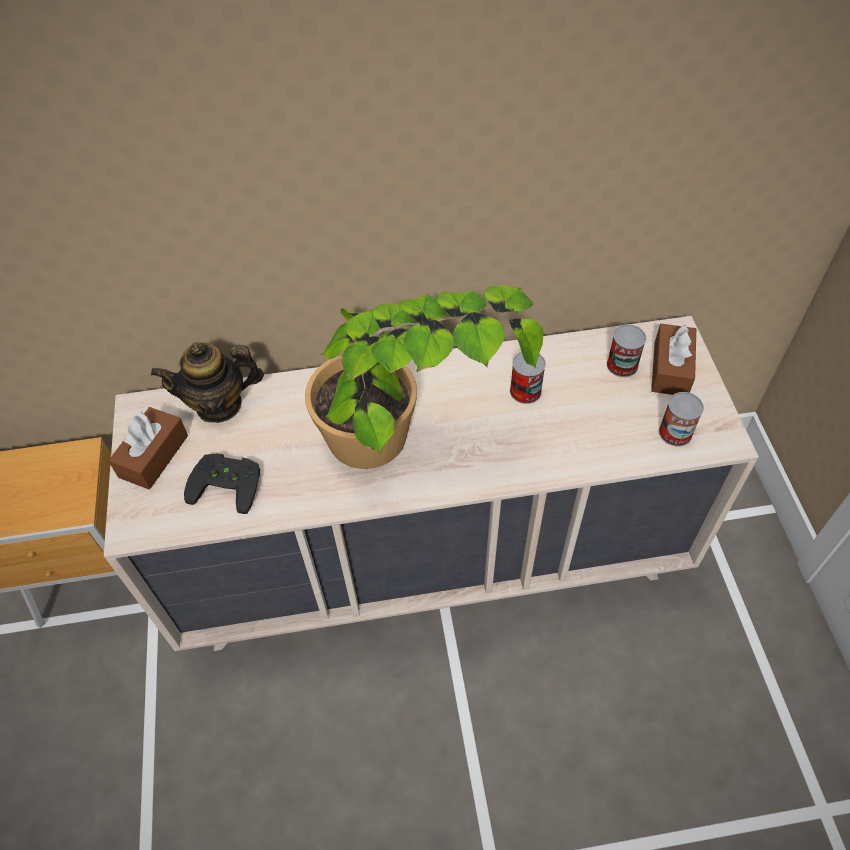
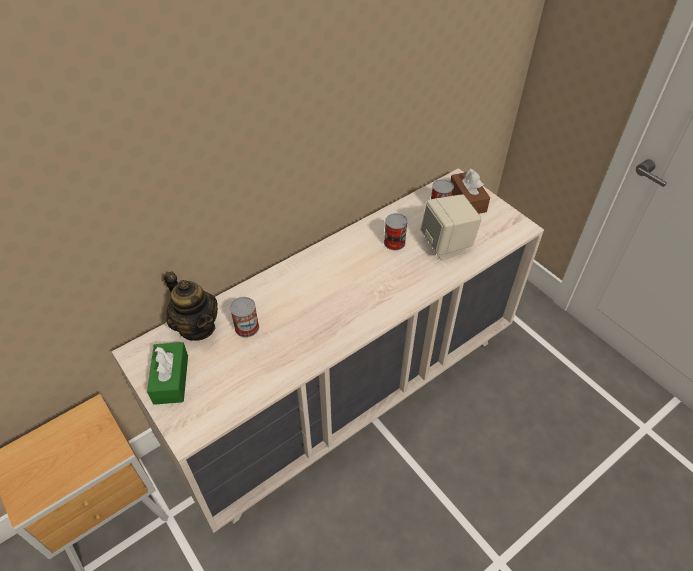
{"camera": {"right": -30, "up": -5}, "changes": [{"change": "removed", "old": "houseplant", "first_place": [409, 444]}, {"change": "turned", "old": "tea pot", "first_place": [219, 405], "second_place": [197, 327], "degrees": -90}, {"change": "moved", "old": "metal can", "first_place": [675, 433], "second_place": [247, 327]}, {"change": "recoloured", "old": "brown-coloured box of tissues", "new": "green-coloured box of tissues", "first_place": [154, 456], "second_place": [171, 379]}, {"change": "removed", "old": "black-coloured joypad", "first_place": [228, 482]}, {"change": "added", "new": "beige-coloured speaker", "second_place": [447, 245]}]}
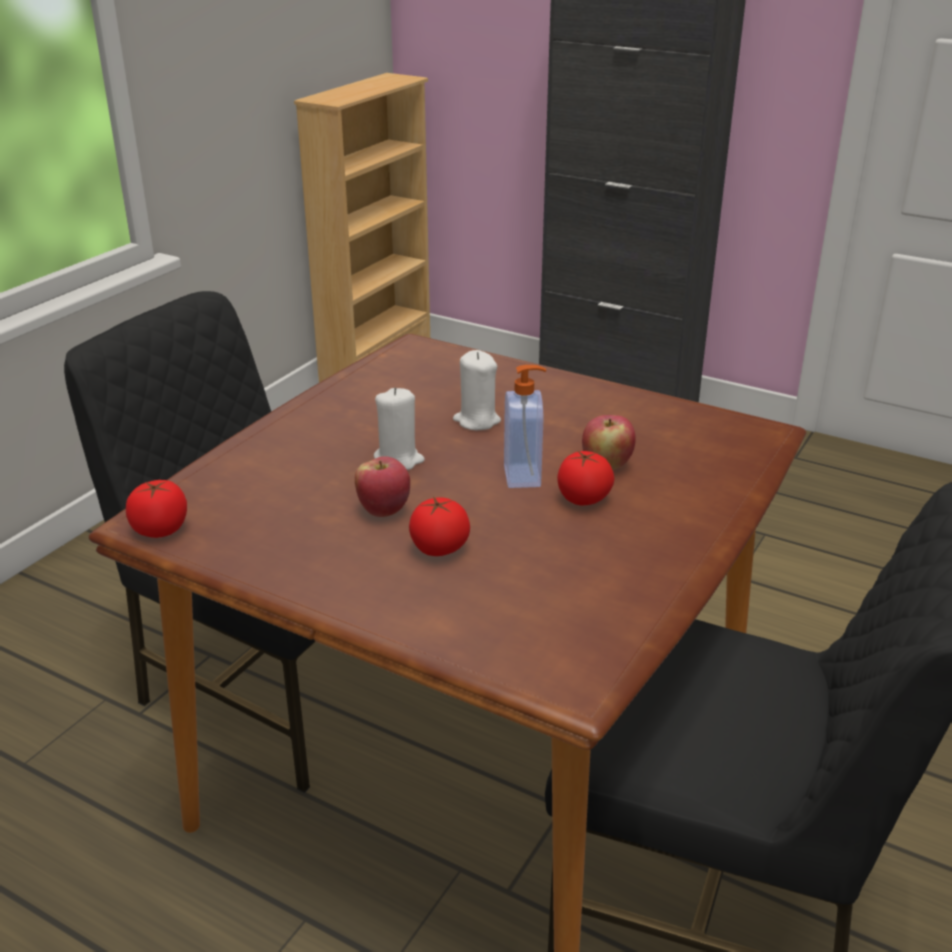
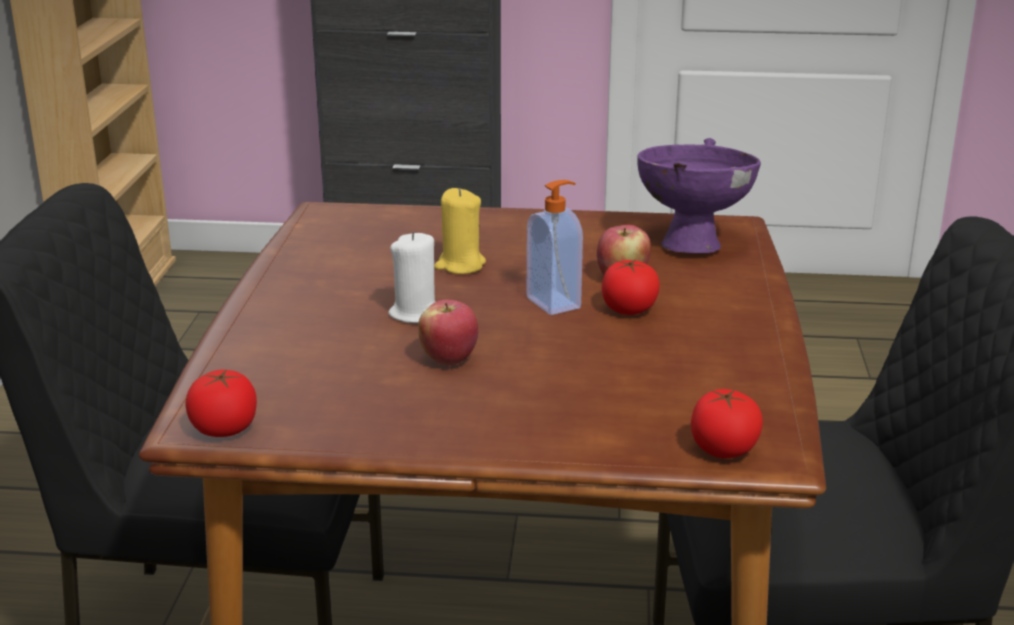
{"camera": {"right": -25, "up": -5}, "changes": [{"change": "recoloured", "old": "white-coloured wax candle", "new": "yellow wax candle", "first_place": [476, 421], "second_place": [460, 265]}, {"change": "moved", "old": "whole tomato", "first_place": [439, 548], "second_place": [724, 449]}, {"change": "added", "new": "purplish serving bowl", "second_place": [693, 242]}]}
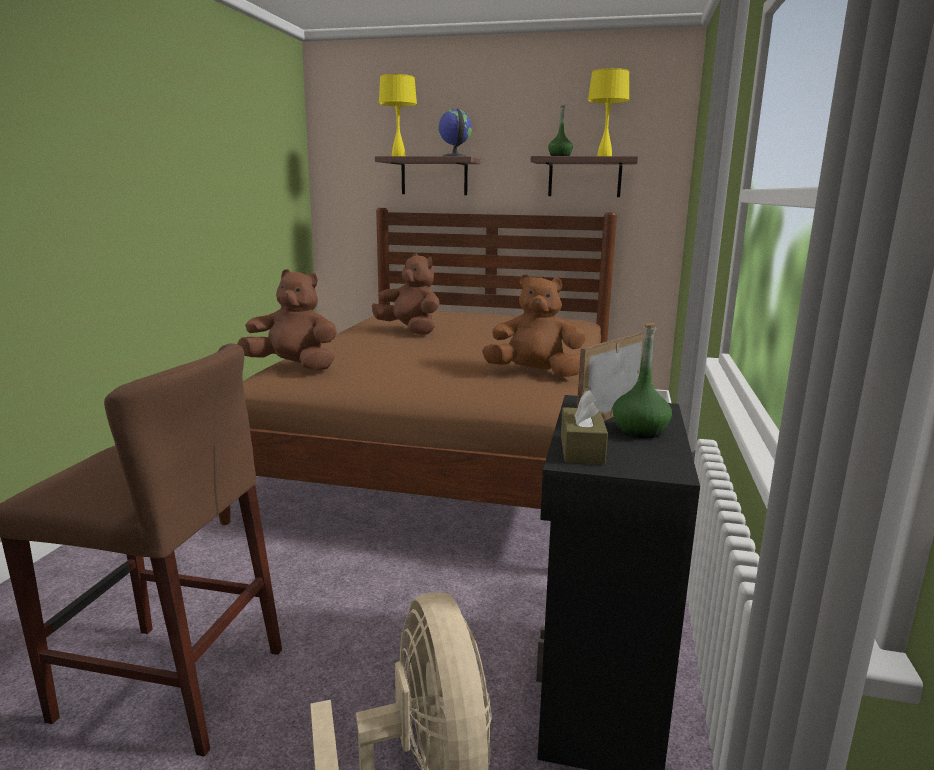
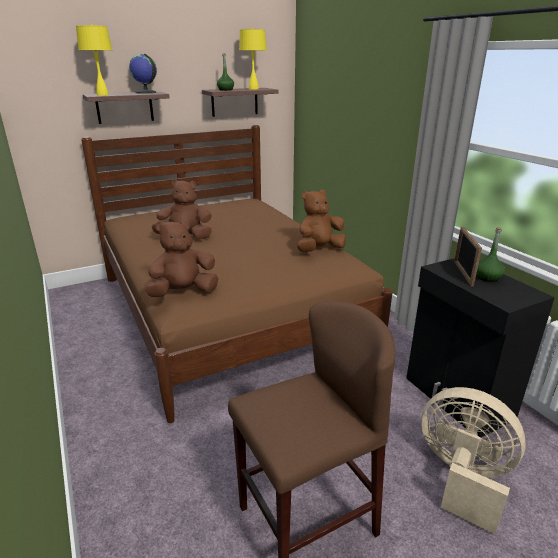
{"camera": {"right": -40, "up": 10}, "changes": [{"change": "removed", "old": "brown-coloured box of tissues", "first_place": [581, 449]}]}
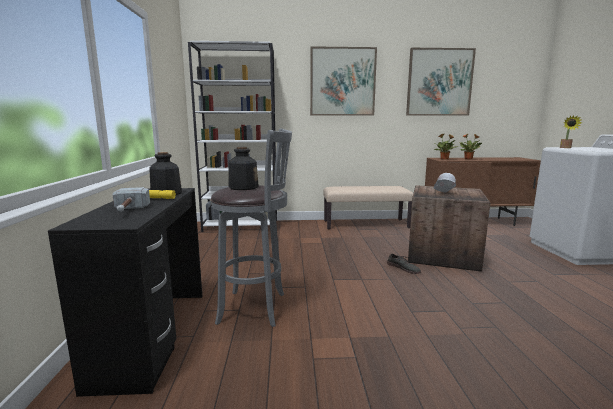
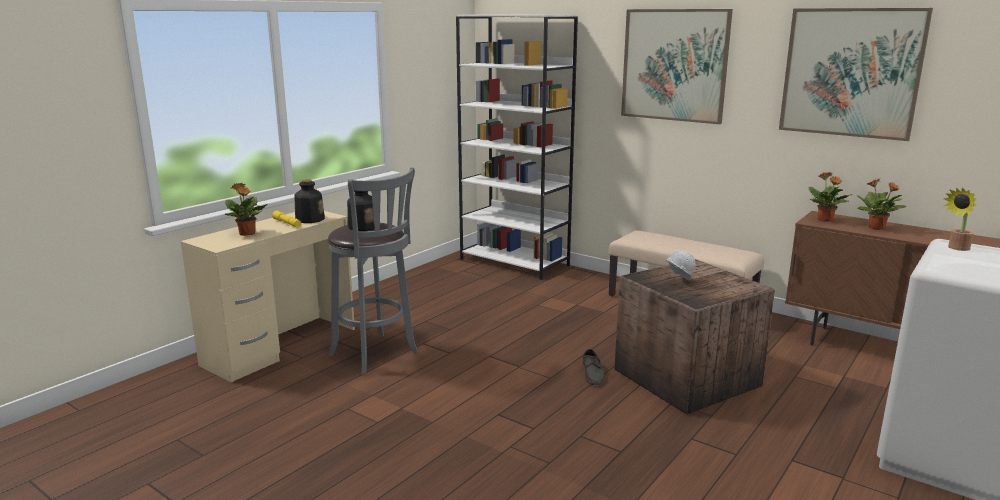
{"camera": {"right": 40, "up": 5}, "changes": [{"change": "replaced", "old": "hammer", "new": "houseplant", "first_place": [128, 210], "second_place": [247, 234]}, {"change": "recoloured", "old": "black-coloured desk", "new": "beige-coloured desk", "first_place": [152, 335], "second_place": [280, 346]}]}
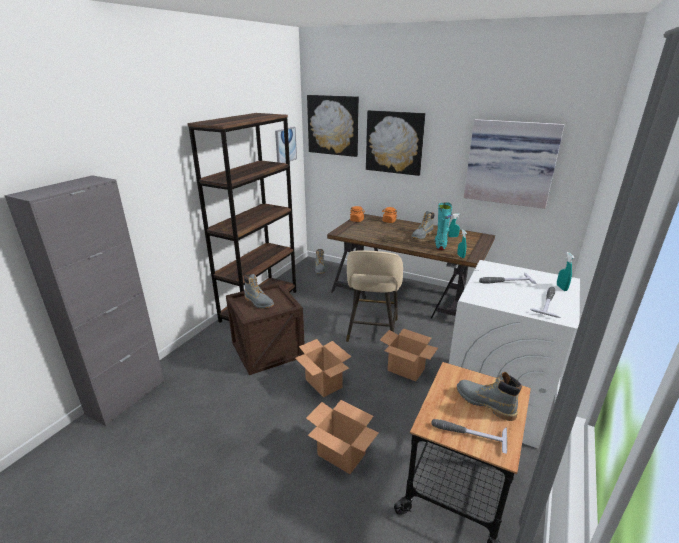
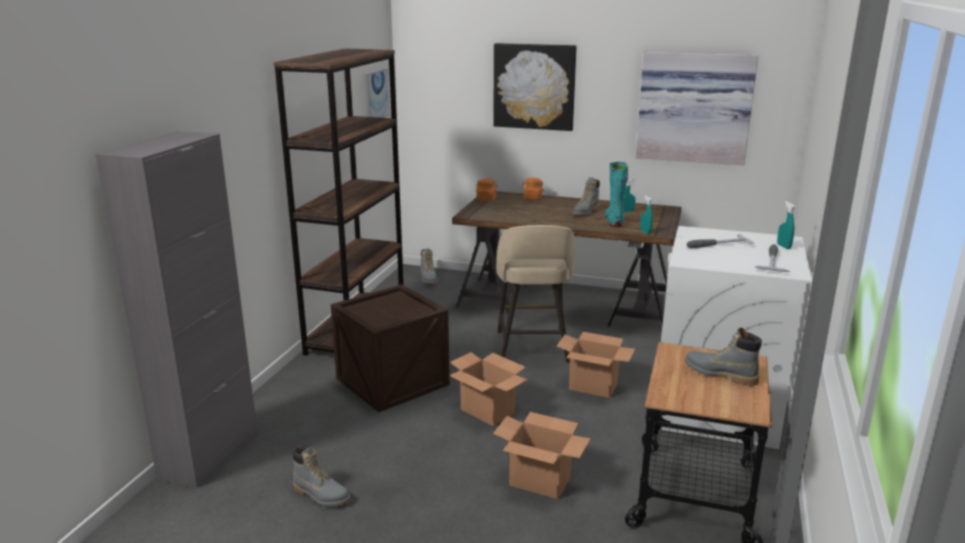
{"camera": {"right": -10, "up": -5}, "changes": [{"change": "removed", "old": "picture", "first_place": [333, 125]}, {"change": "moved", "old": "greyish high-top boot", "first_place": [259, 302], "second_place": [321, 495]}, {"change": "removed", "old": "hammer", "first_place": [467, 433]}]}
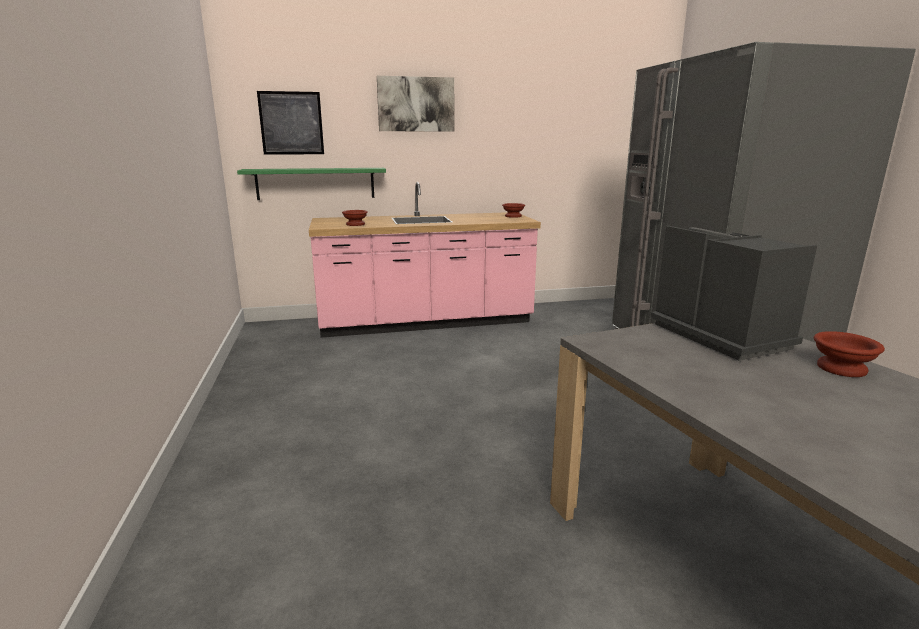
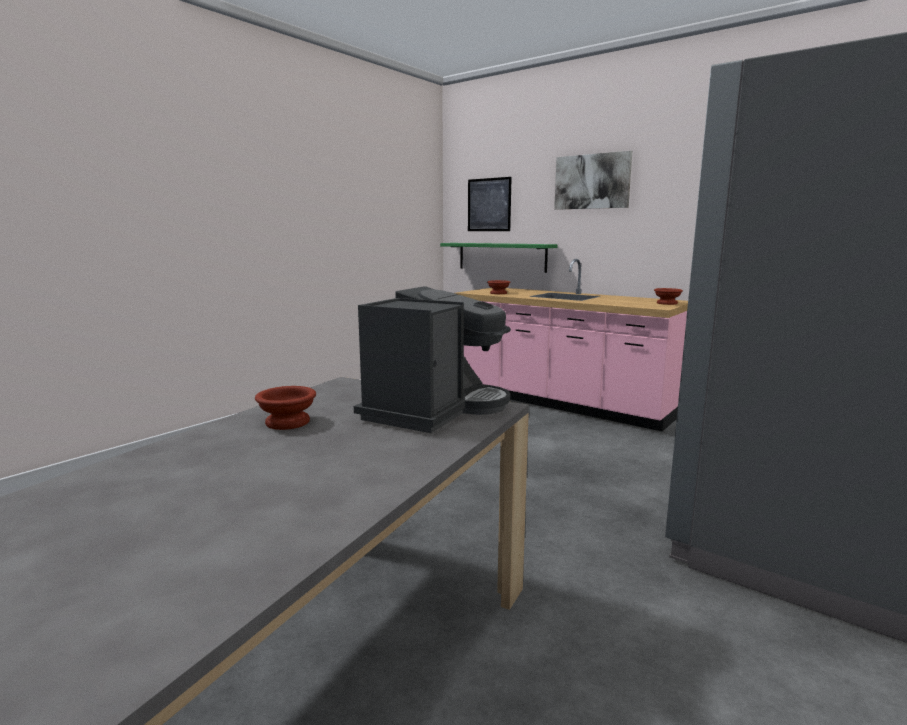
{"camera": {"right": 50, "up": -5}, "changes": [{"change": "moved", "old": "brown-coloured serving bowl", "first_place": [841, 368], "second_place": [289, 422]}]}
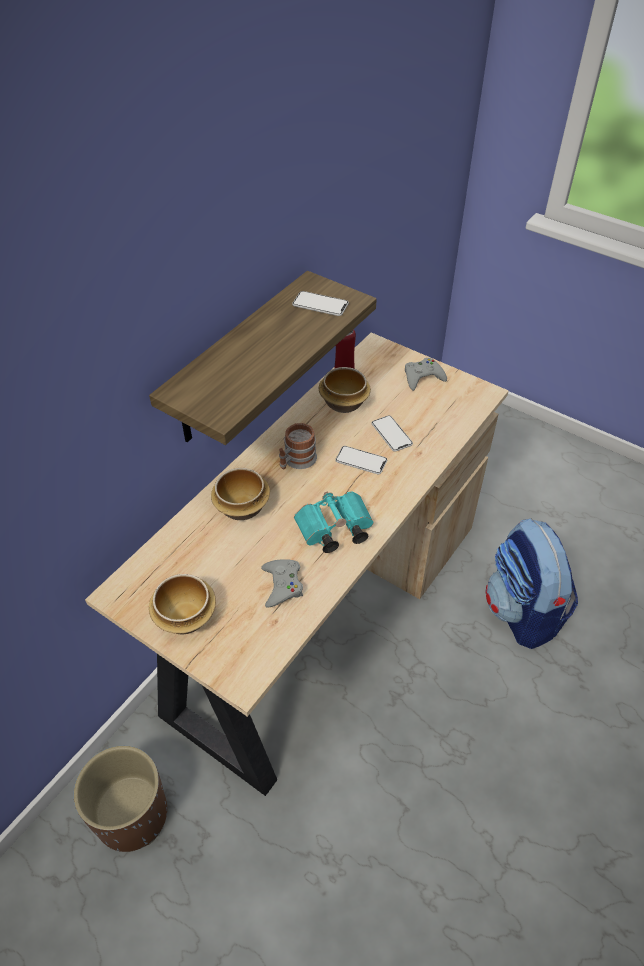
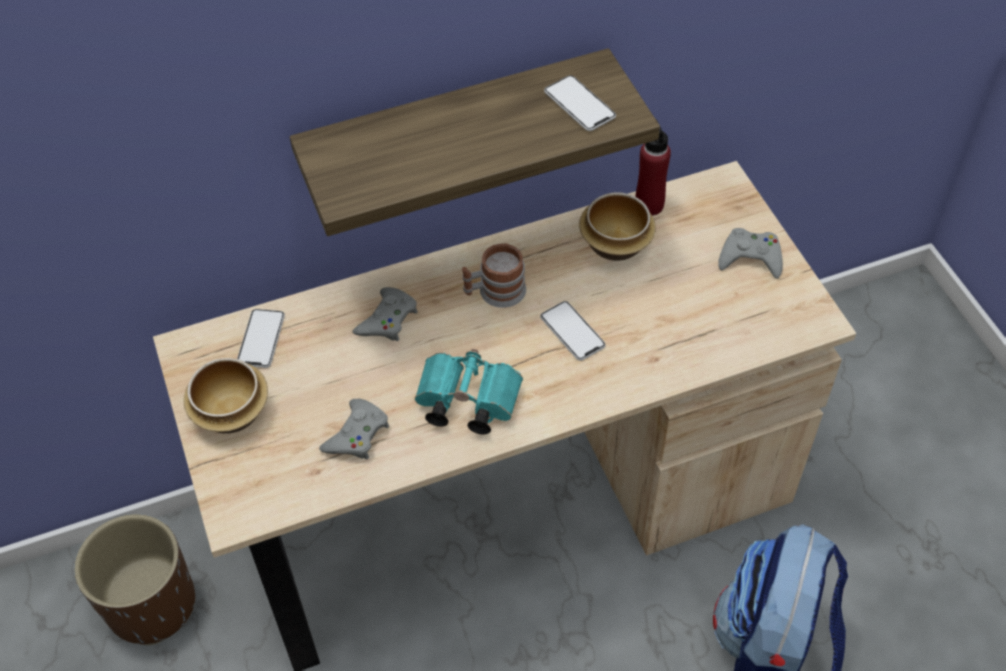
{"camera": {"right": 35, "up": 5}, "changes": [{"change": "moved", "old": "telephone", "first_place": [391, 434], "second_place": [261, 339]}, {"change": "replaced", "old": "serving bowl", "new": "greyish joypad", "first_place": [243, 508], "second_place": [388, 319]}]}
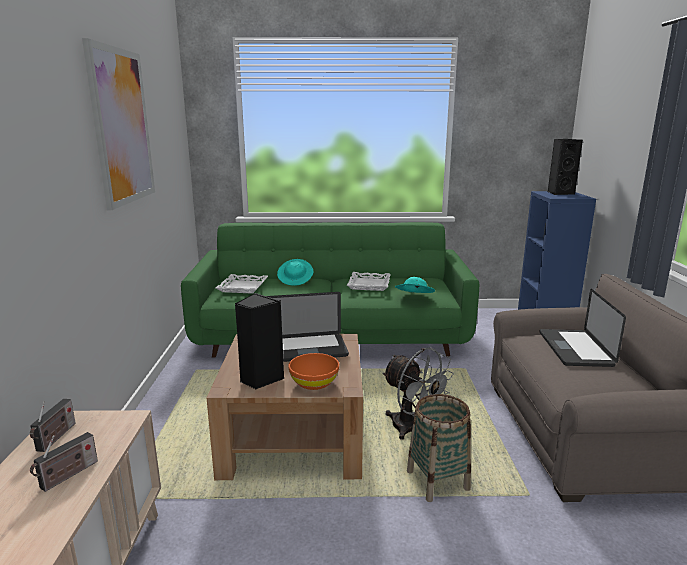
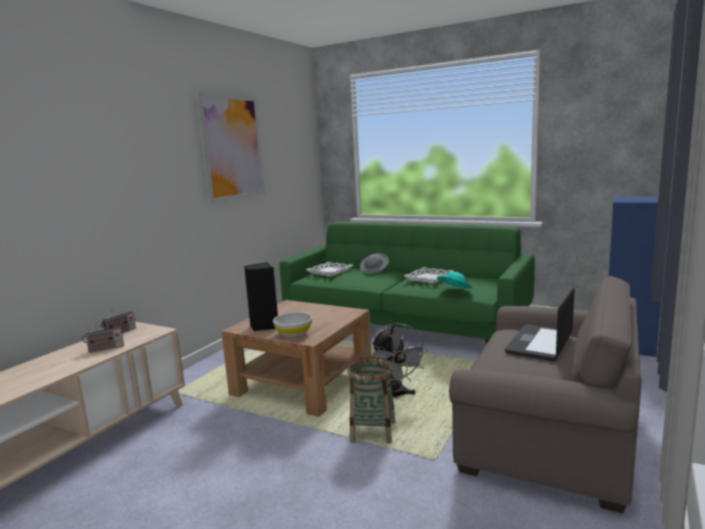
{"camera": {"right": 30, "up": -5}, "changes": [{"change": "removed", "old": "black-coloured speaker", "first_place": [559, 193]}, {"change": "recoloured", "old": "blue-green wearable hat", "new": "greyish wearable hat", "first_place": [296, 280], "second_place": [375, 270]}, {"change": "removed", "old": "notebook computer", "first_place": [306, 349]}, {"change": "recoloured", "old": "orange-coloured serving bowl", "new": "white-coloured serving bowl", "first_place": [314, 383], "second_place": [293, 333]}]}
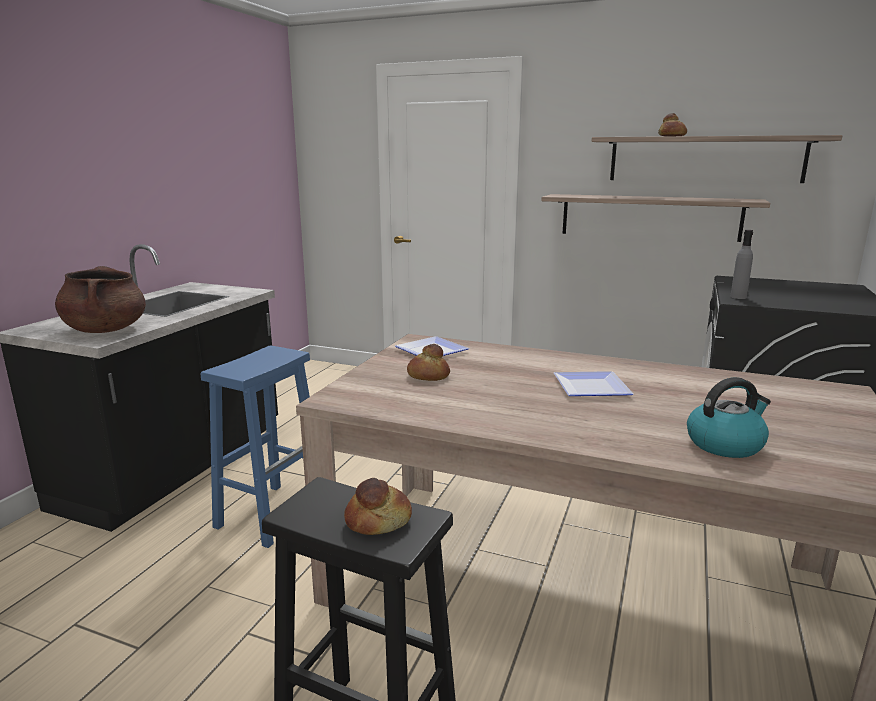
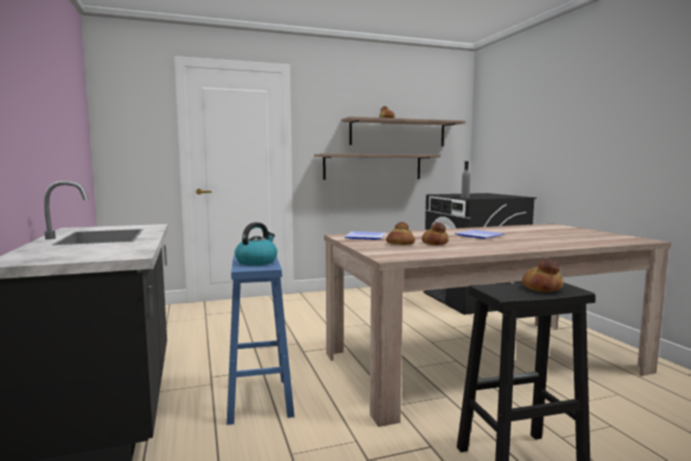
{"camera": {"right": -40, "up": -10}, "changes": [{"change": "removed", "old": "brown-coloured stockpot", "first_place": [106, 330]}, {"change": "moved", "old": "tea kettle", "first_place": [725, 444], "second_place": [257, 262]}, {"change": "added", "new": "baked bread", "second_place": [435, 243]}]}
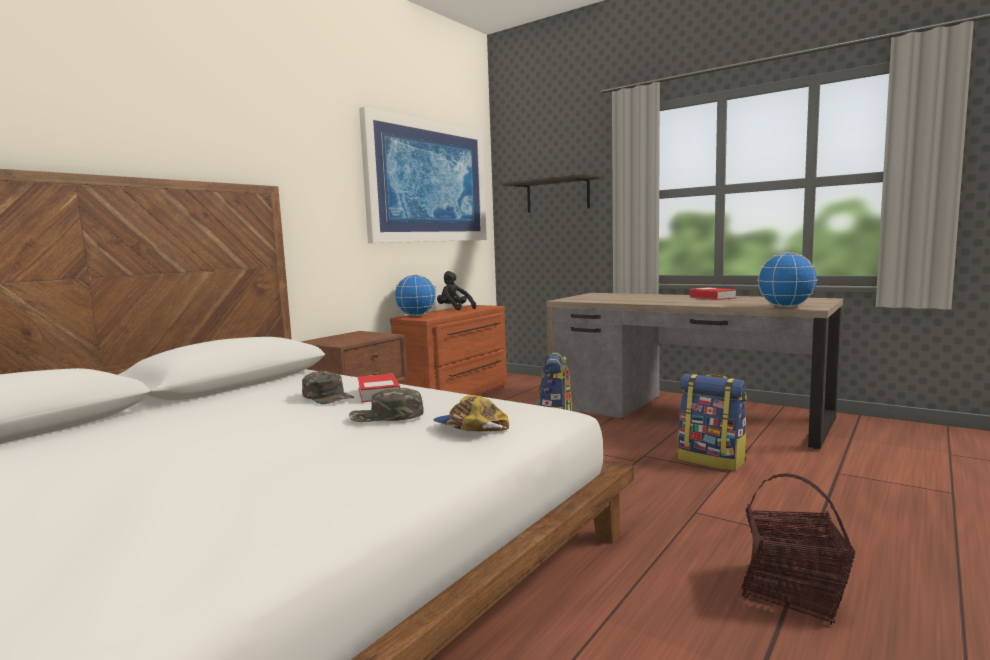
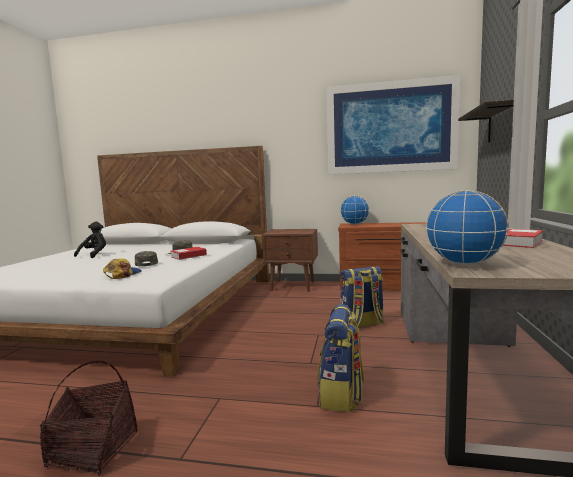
{"camera": {"right": 65, "up": 0}, "changes": [{"change": "moved", "old": "black-coloured soft toy", "first_place": [454, 309], "second_place": [94, 255]}]}
